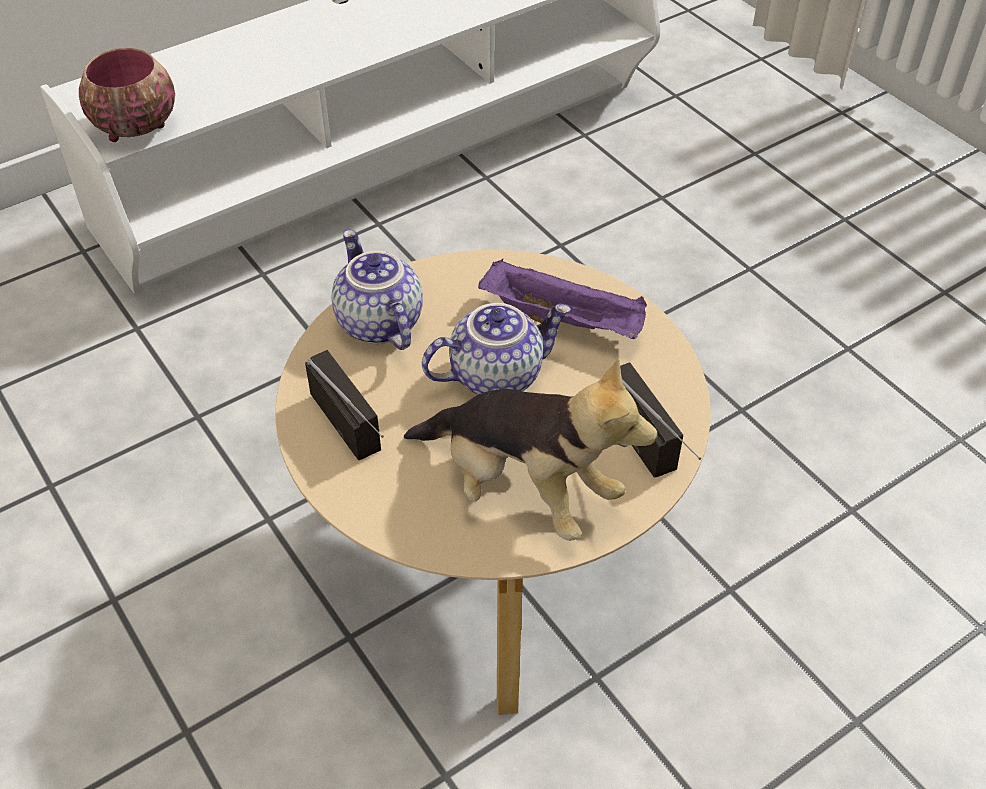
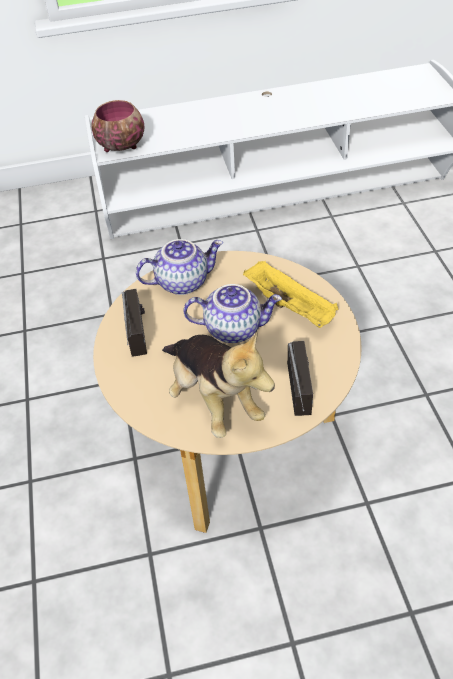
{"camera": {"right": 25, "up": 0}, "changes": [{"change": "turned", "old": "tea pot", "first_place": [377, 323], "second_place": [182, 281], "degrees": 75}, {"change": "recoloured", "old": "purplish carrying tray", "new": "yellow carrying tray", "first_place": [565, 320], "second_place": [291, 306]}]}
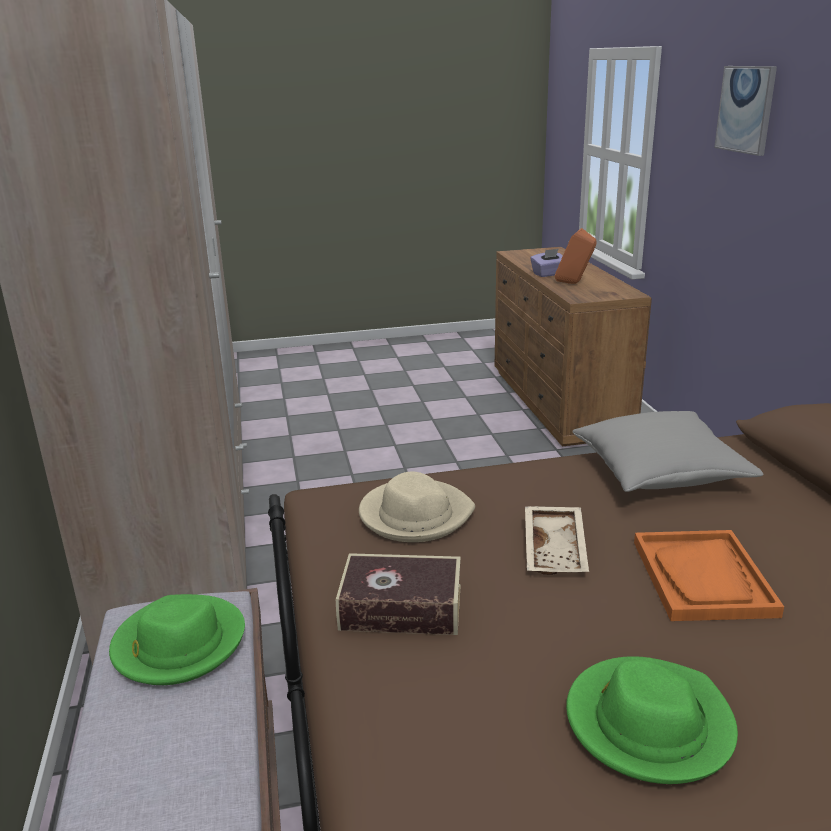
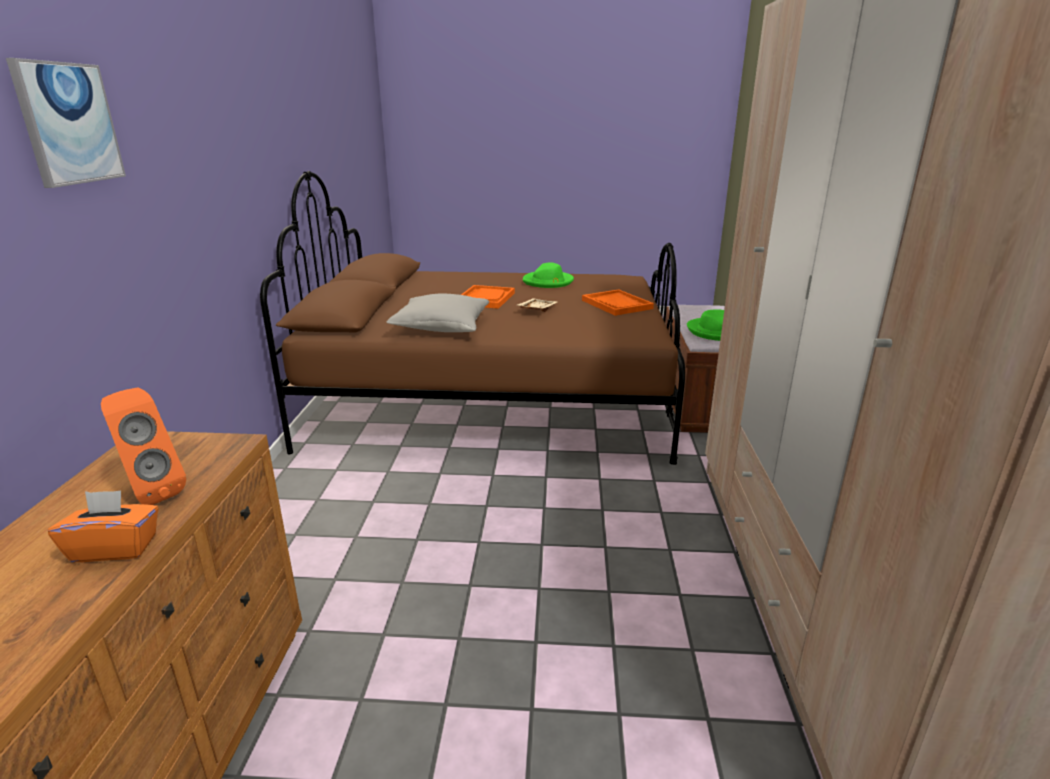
{"camera": {"right": -165, "up": 0}, "changes": [{"change": "recoloured", "old": "purplish box of tissues", "new": "orange-coloured box of tissues", "first_place": [549, 274], "second_place": [115, 548]}, {"change": "removed", "old": "beige-coloured wearable hat", "first_place": [415, 515]}, {"change": "replaced", "old": "bound book", "new": "orange-coloured carrying tray", "first_place": [401, 608], "second_place": [617, 304]}]}
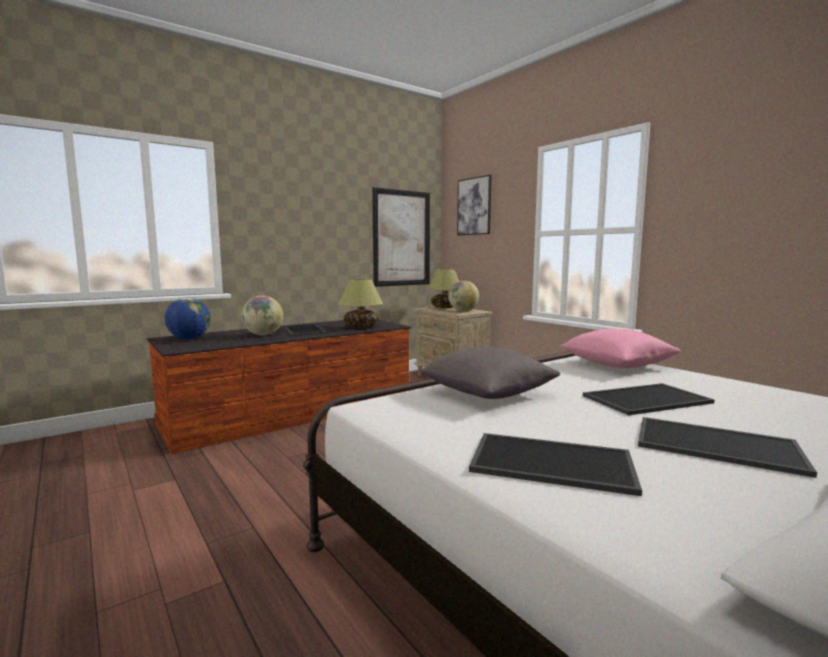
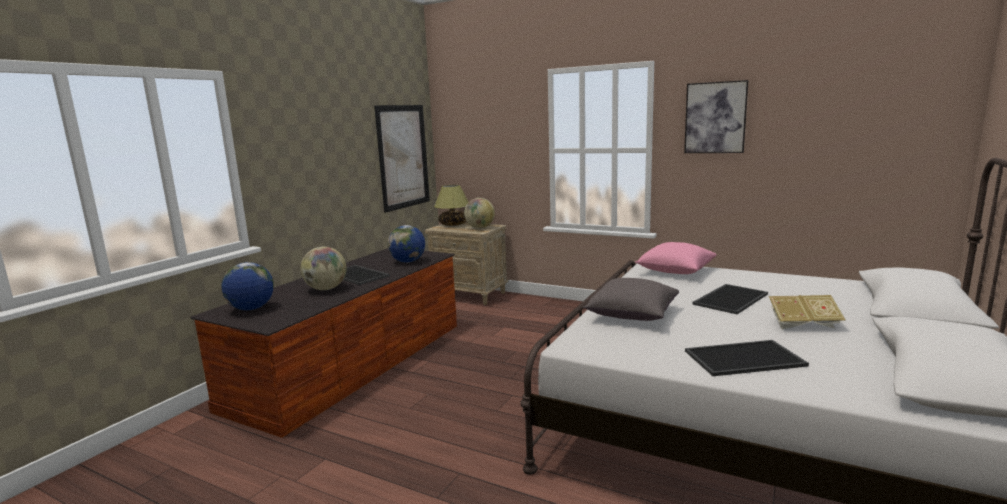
{"camera": {"right": -25, "up": 5}, "changes": [{"change": "moved", "old": "picture", "first_place": [474, 206], "second_place": [715, 117]}, {"change": "replaced", "old": "lamp for a table", "new": "desk globe", "first_place": [361, 327], "second_place": [408, 262]}, {"change": "replaced", "old": "carrying tray", "new": "bound book", "first_place": [718, 444], "second_place": [803, 324]}]}
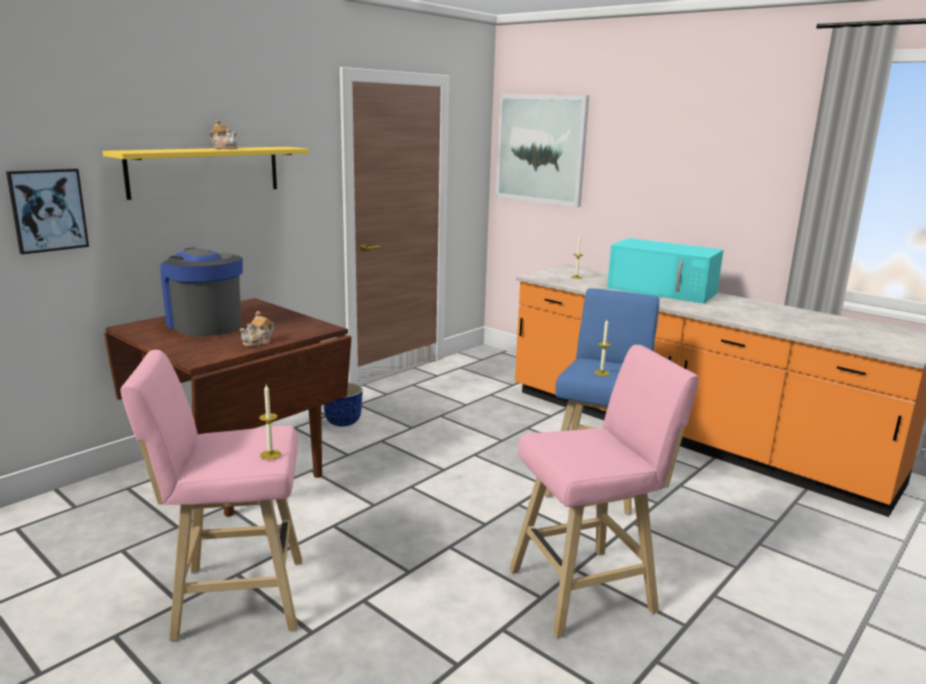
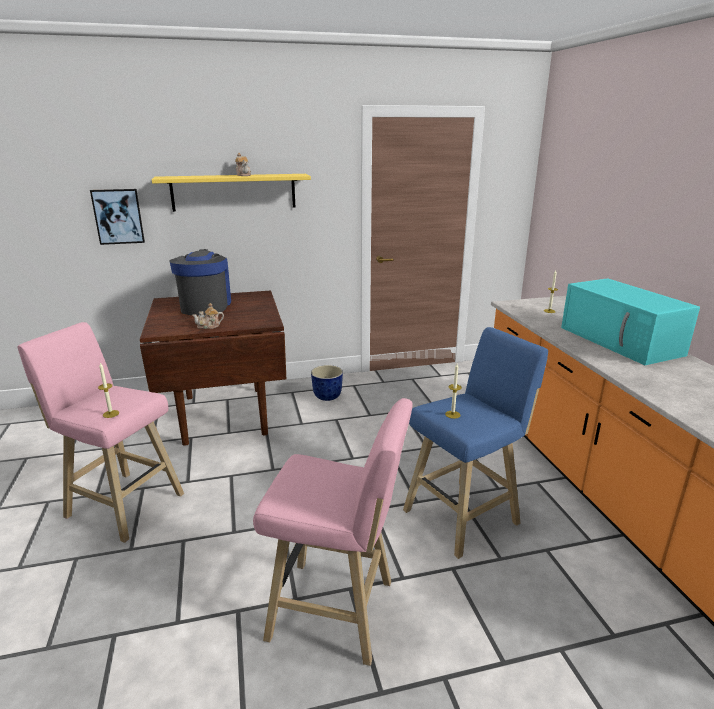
{"camera": {"right": 35, "up": 5}, "changes": [{"change": "removed", "old": "picture", "first_place": [540, 149]}]}
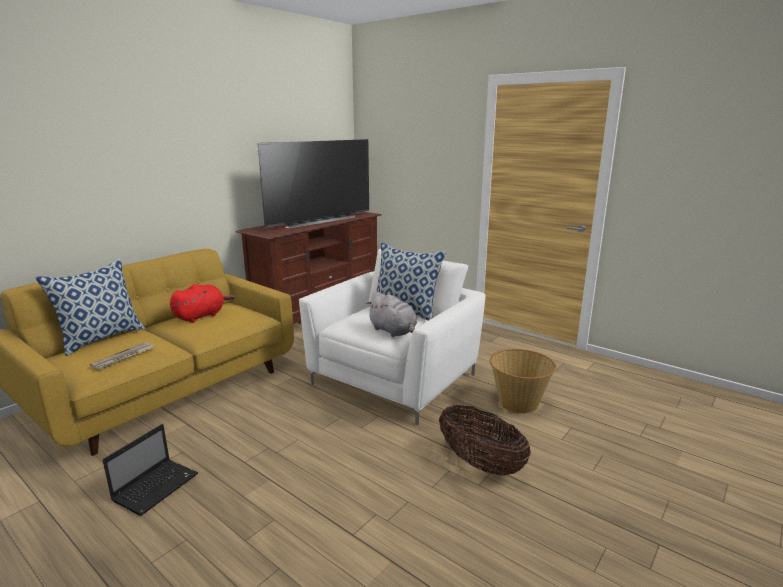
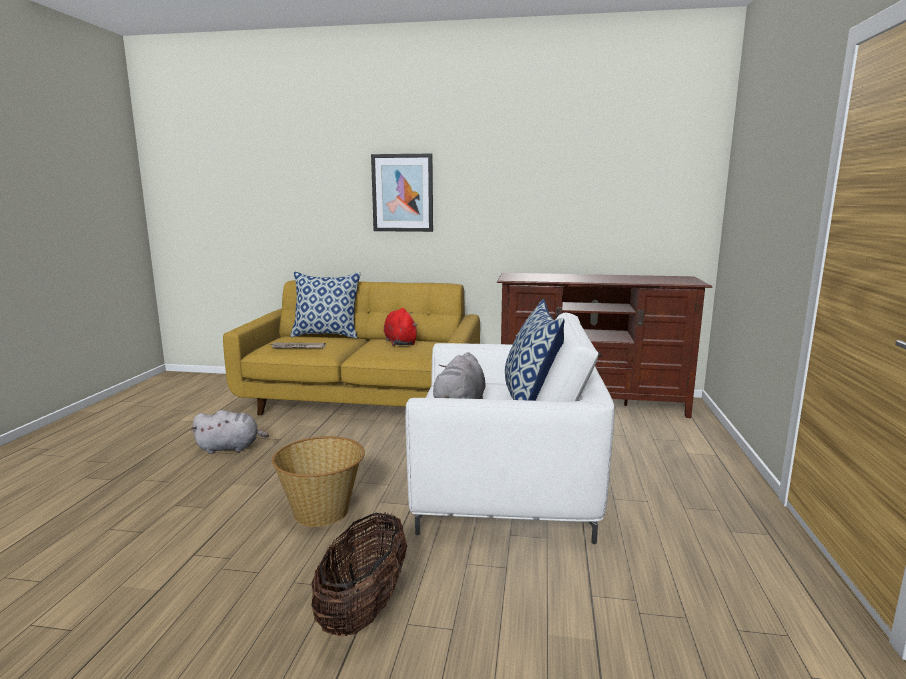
{"camera": {"right": 60, "up": -5}, "changes": [{"change": "removed", "old": "TV set", "first_place": [318, 220]}, {"change": "turned", "old": "red-coloured soft toy", "first_place": [201, 316], "second_place": [400, 342], "degrees": -120}, {"change": "moved", "old": "basket", "first_place": [518, 402], "second_place": [322, 512]}, {"change": "replaced", "old": "notebook computer", "new": "greyish soft toy", "first_place": [157, 486], "second_place": [231, 448]}, {"change": "added", "new": "picture", "second_place": [402, 193]}]}
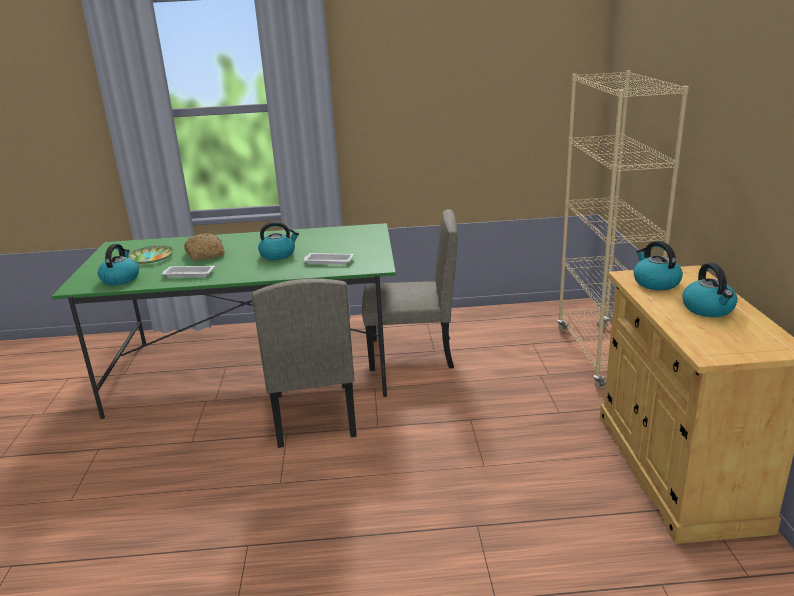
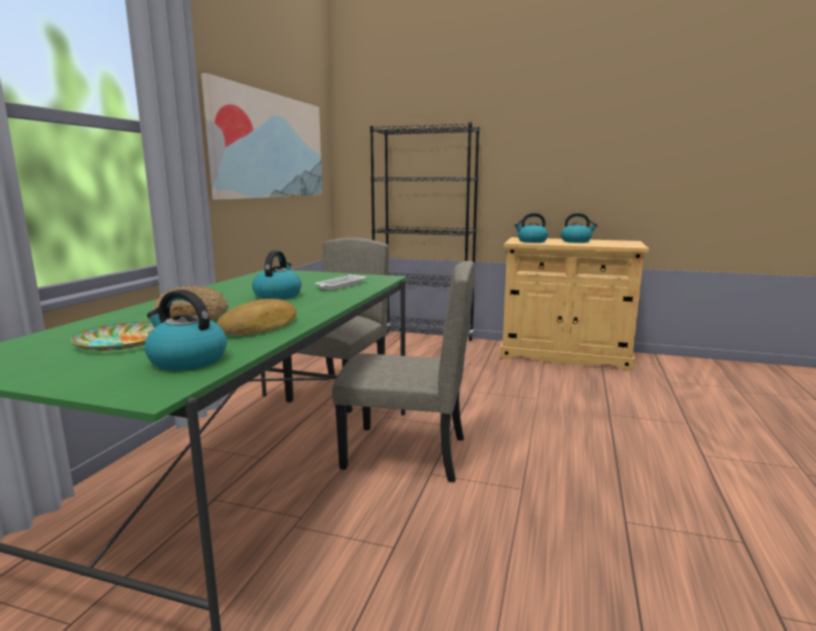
{"camera": {"right": -70, "up": -10}, "changes": [{"change": "recoloured", "old": "beige-coloured shelving unit", "new": "black-coloured shelving unit", "first_place": [601, 356], "second_place": [424, 341]}, {"change": "replaced", "old": "white-coloured carrying tray", "new": "baked bread", "first_place": [188, 274], "second_place": [260, 327]}, {"change": "added", "new": "picture", "second_place": [271, 146]}]}
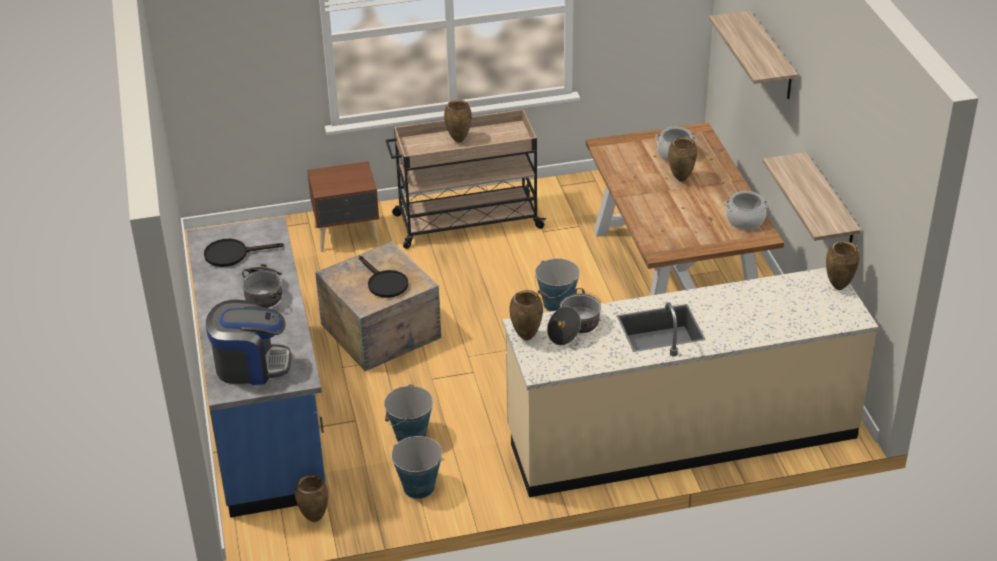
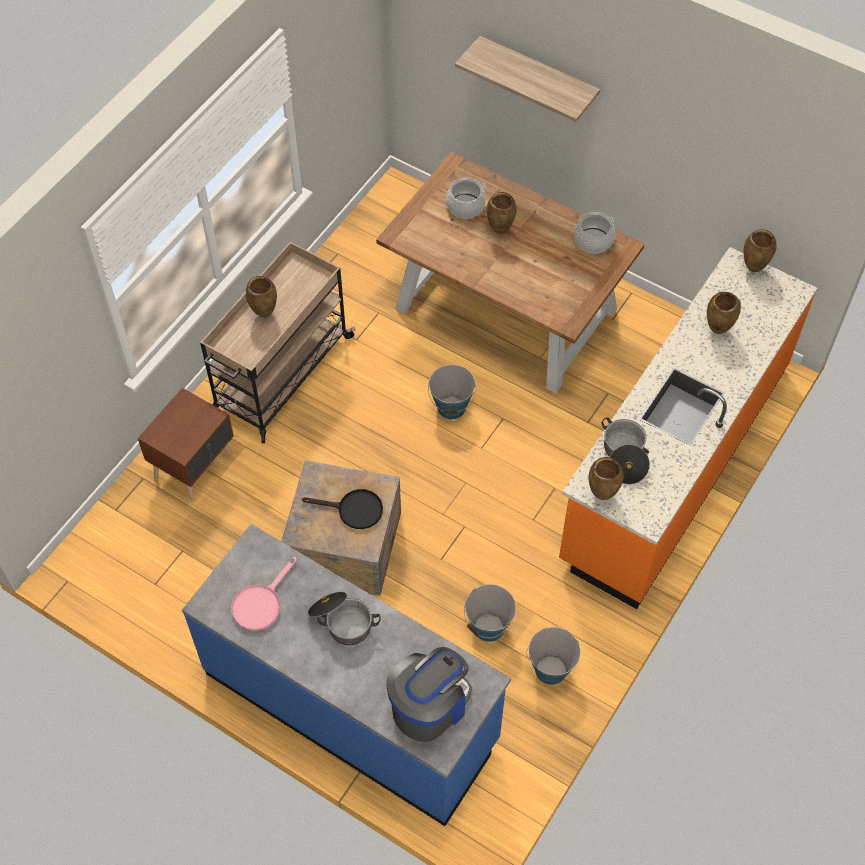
{"camera": {"right": -45, "up": 20}, "changes": [{"change": "removed", "old": "wall shelf", "first_place": [830, 205]}, {"change": "recoloured", "old": "black-coloured frying pan", "new": "pinkish frying pan", "first_place": [232, 254], "second_place": [260, 603]}, {"change": "recoloured", "old": "beige-coloured kitchen counter", "new": "orange-coloured kitchen counter", "first_place": [681, 434], "second_place": [674, 462]}, {"change": "moved", "old": "brown-coloured decorative vase", "first_place": [314, 519], "second_place": [717, 331]}]}
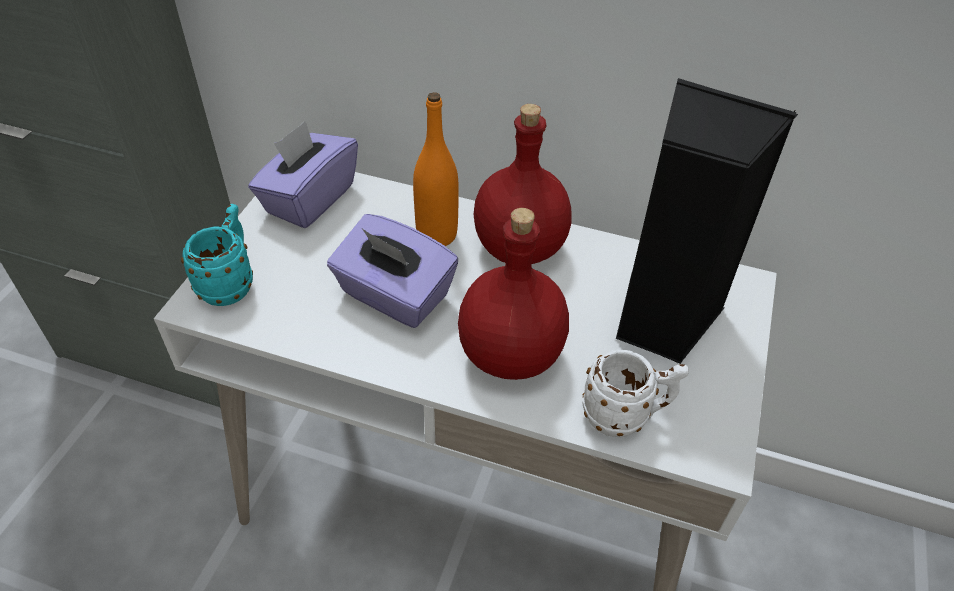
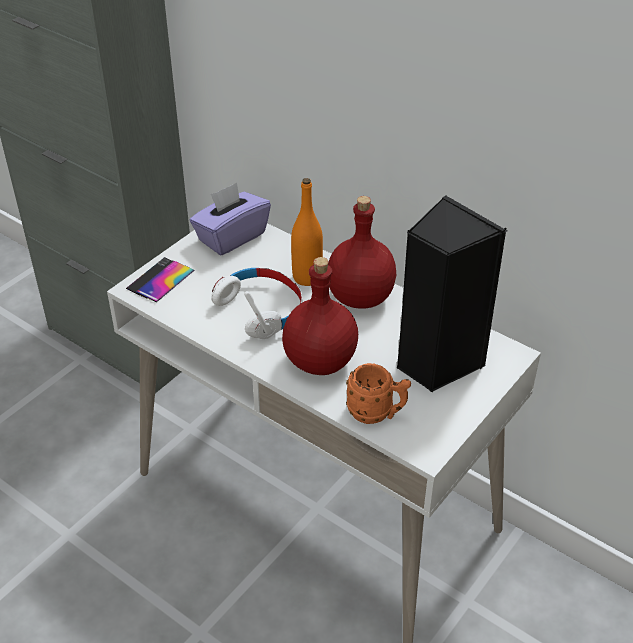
{"camera": {"right": 20, "up": -5}, "changes": [{"change": "replaced", "old": "blue-green mug", "new": "telephone", "first_place": [230, 283], "second_place": [160, 280]}, {"change": "replaced", "old": "purplish box of tissues", "new": "white-coloured pair of headphones", "first_place": [394, 296], "second_place": [260, 310]}, {"change": "recoloured", "old": "white-coloured mug", "new": "orange-coloured mug", "first_place": [625, 416], "second_place": [377, 413]}]}
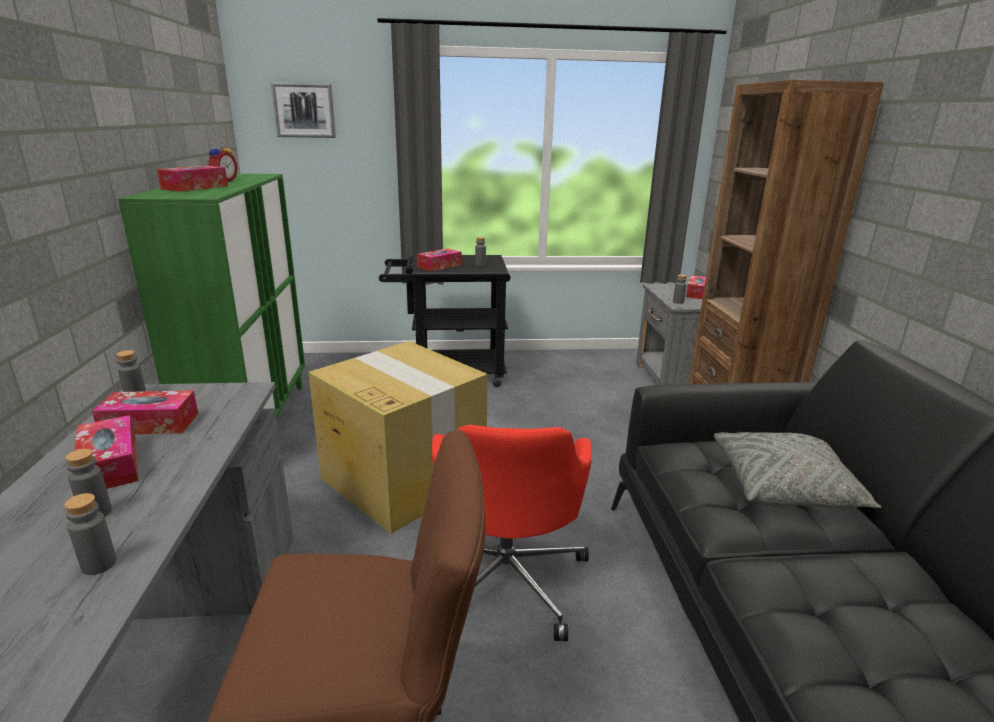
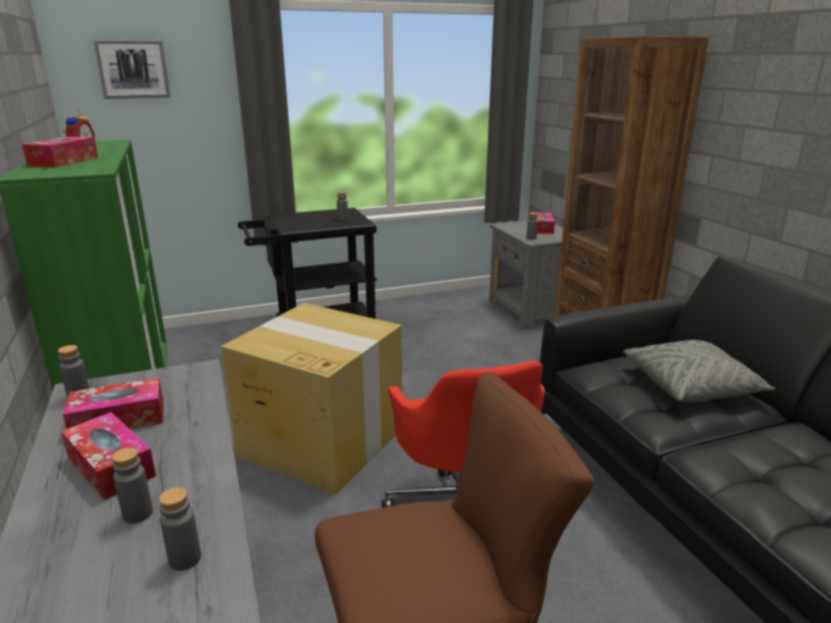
{"camera": {"right": -15, "up": 0}, "changes": [{"change": "removed", "old": "box of tissues", "first_place": [439, 266]}]}
